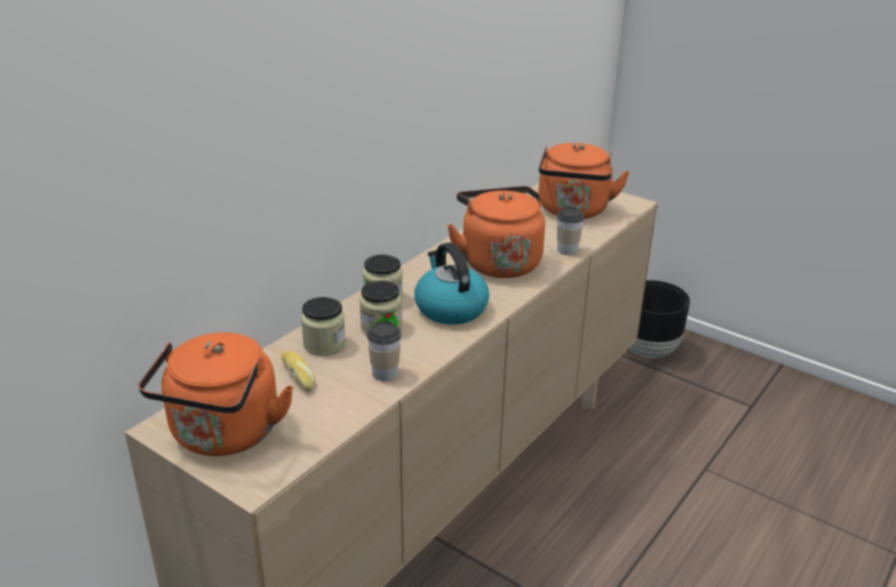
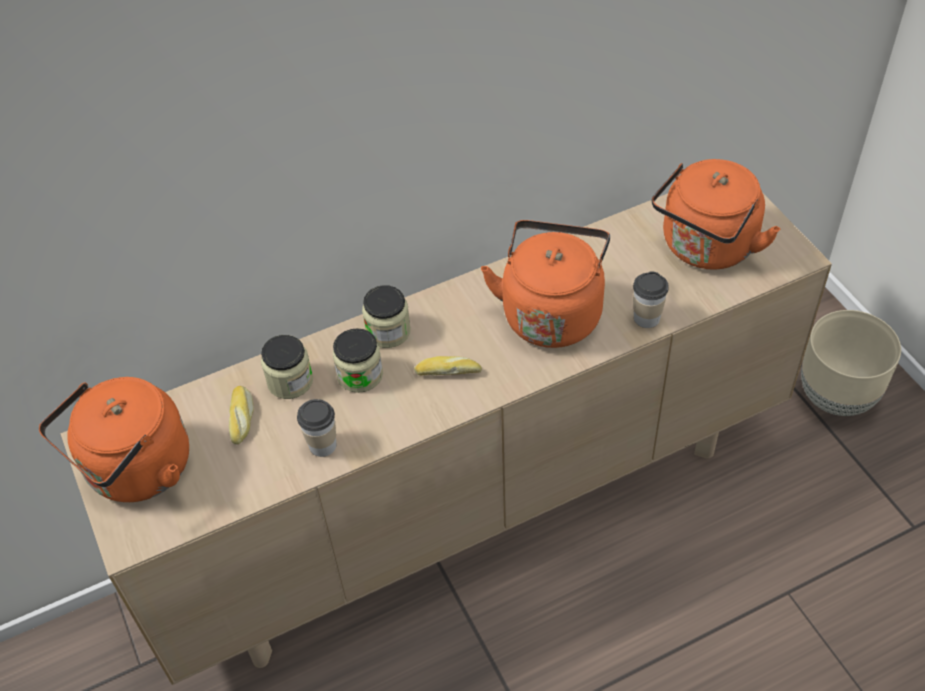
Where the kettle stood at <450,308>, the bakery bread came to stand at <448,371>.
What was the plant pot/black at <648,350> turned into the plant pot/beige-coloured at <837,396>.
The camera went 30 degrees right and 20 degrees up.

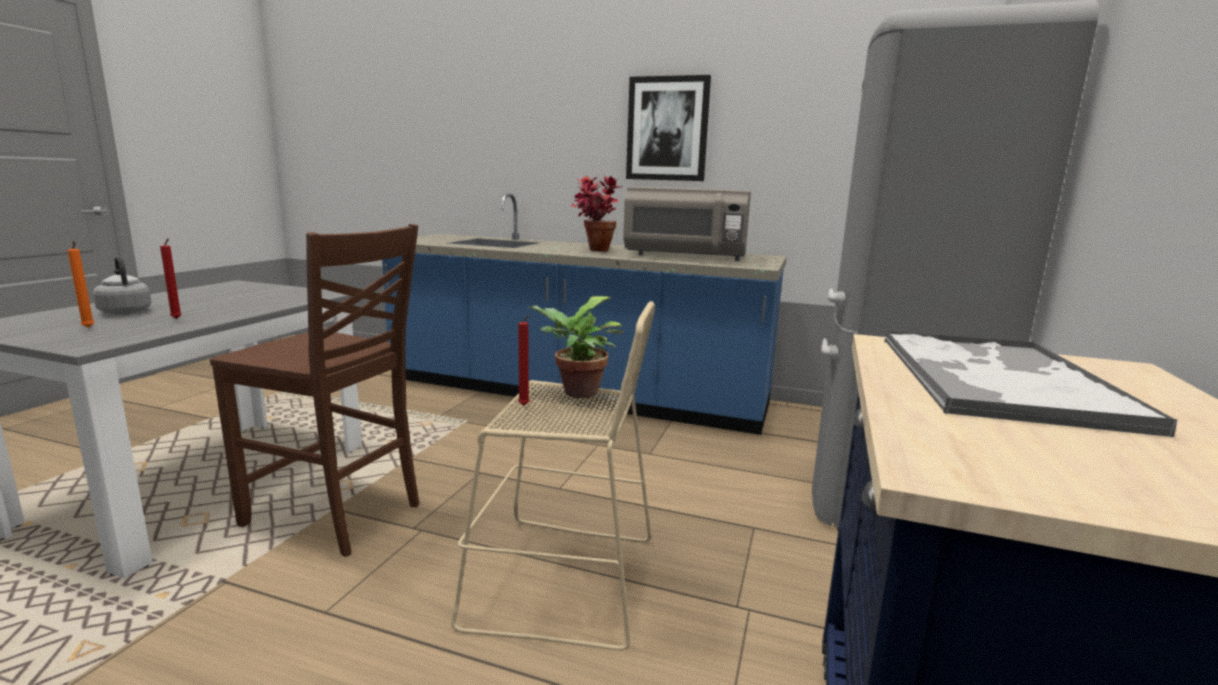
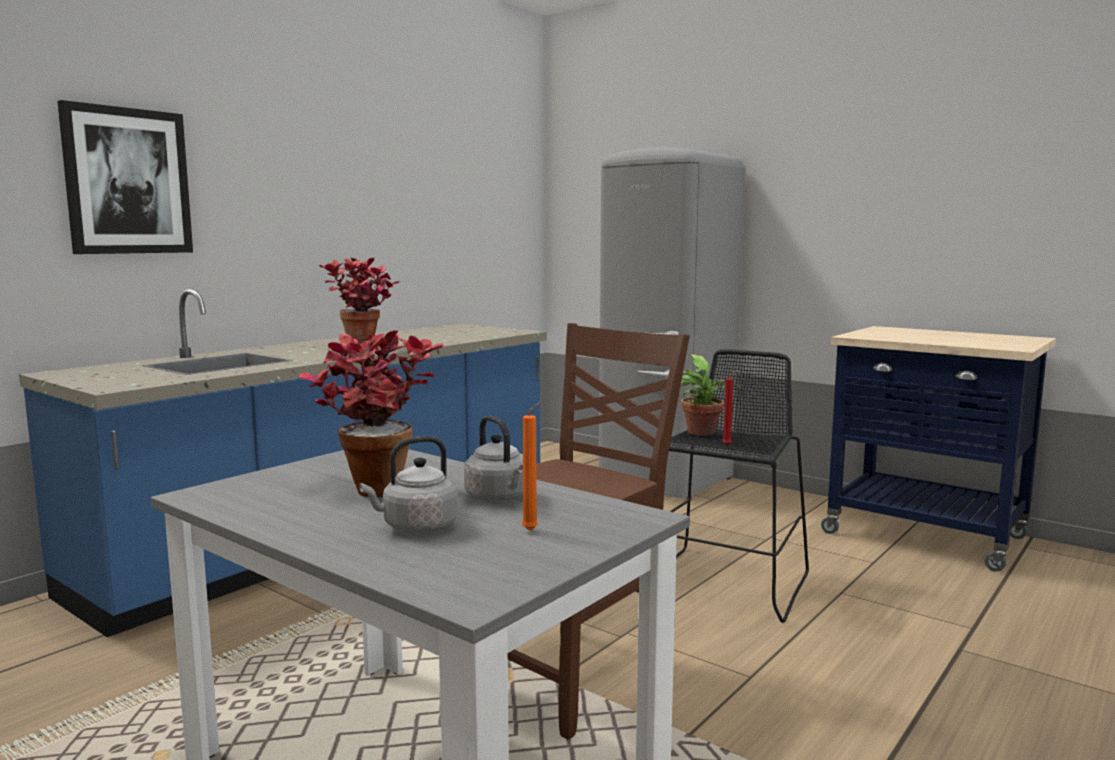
The picture ended up elsewhere, having gone from <667,129> to <127,181>.
The second view lost the microwave/grey at <686,256>.
Where the wax candle/red-coloured stood at <177,319>, the kettle/grey came to stand at <499,498>.
What was the sitting stool/beige-coloured at <559,579> turned into the sitting stool/black at <725,584>.
The second view lost the serving tray at <995,378>.
The second view gained the potted plant at <374,486>.
The camera went 70 degrees left and 5 degrees down.

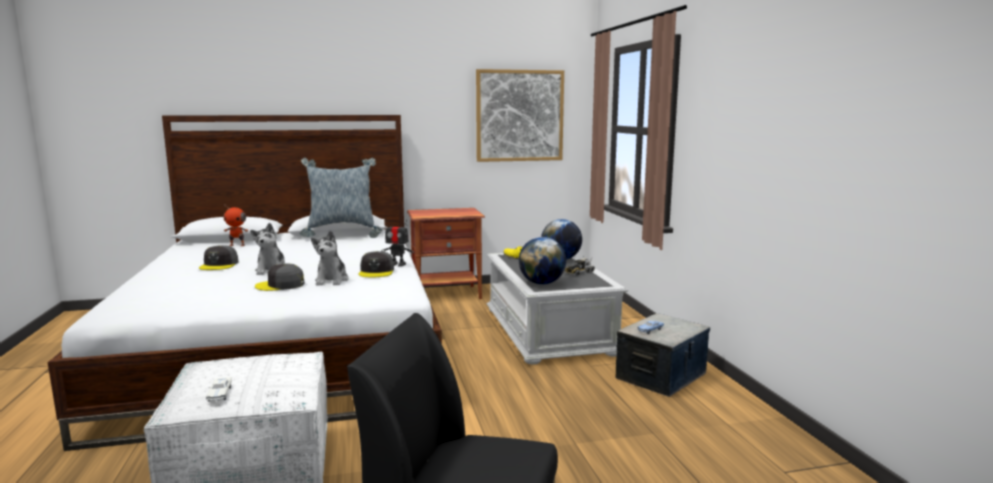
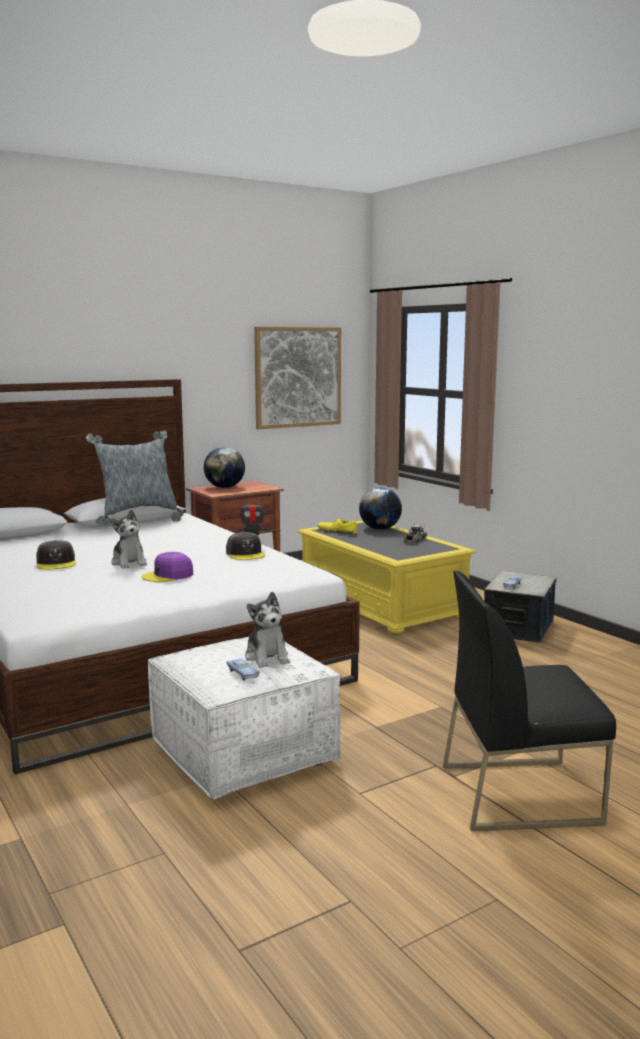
The second view lost the robot figure at <237,245>.
The cuddly toy ended up elsewhere, having gone from <332,280> to <267,657>.
The globe ended up elsewhere, having gone from <542,283> to <224,487>.
What was the lounge table/white at <548,330> turned into the lounge table/yellowish at <380,602>.
What was the baseball cap/grey at <280,285> turned into the baseball cap/purplish at <168,575>.
What was the toy car/white at <220,394> turned into the toy car/blue-coloured at <242,673>.
The camera went 20 degrees left and 0 degrees up.

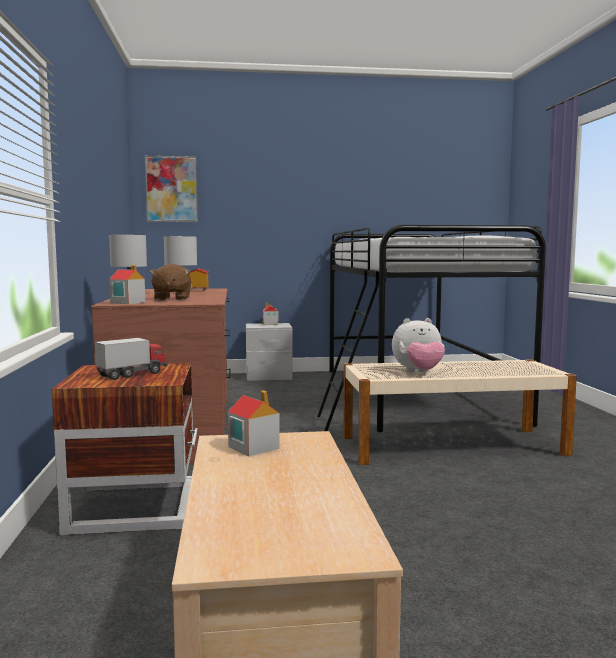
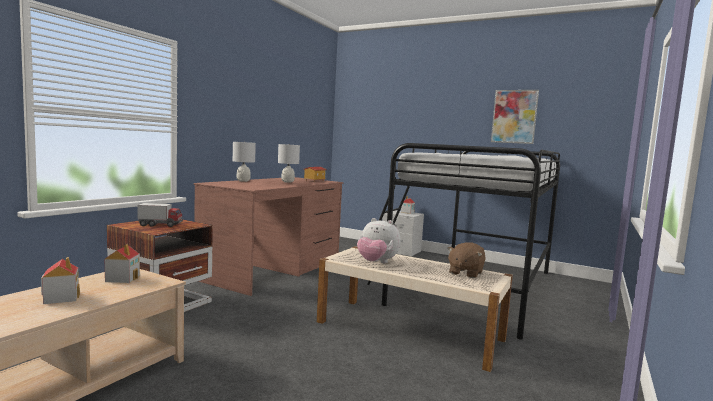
The picture ended up elsewhere, having gone from <171,189> to <514,116>.
The cuddly toy/brownish ended up elsewhere, having gone from <171,299> to <465,273>.
The miniature house ended up elsewhere, having gone from <127,302> to <61,297>.
The camera went 35 degrees right and 0 degrees up.

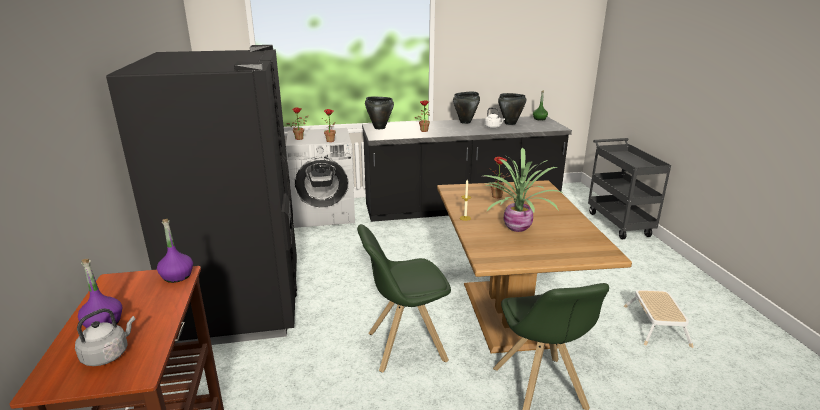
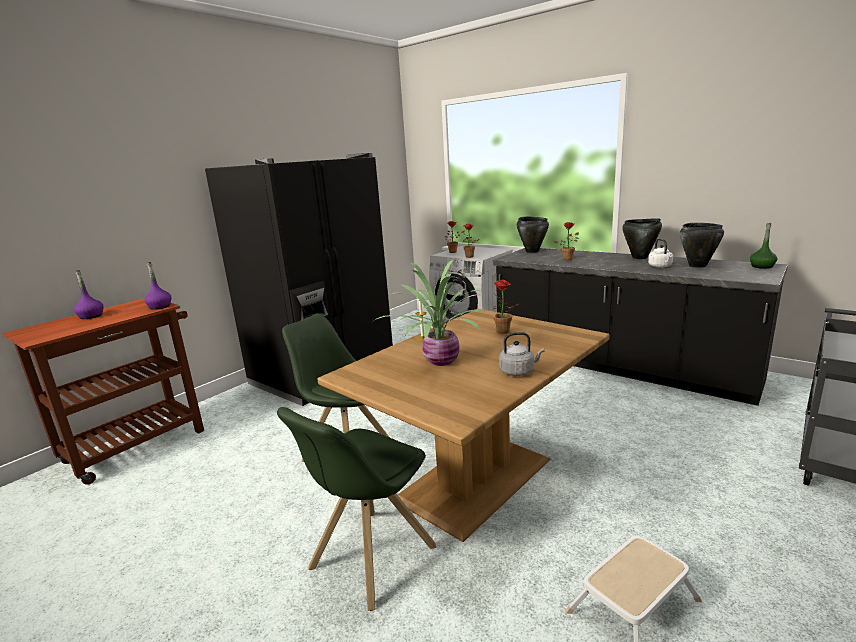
The kettle/grey ended up elsewhere, having gone from <108,354> to <518,371>.
The camera went 50 degrees right and 5 degrees down.

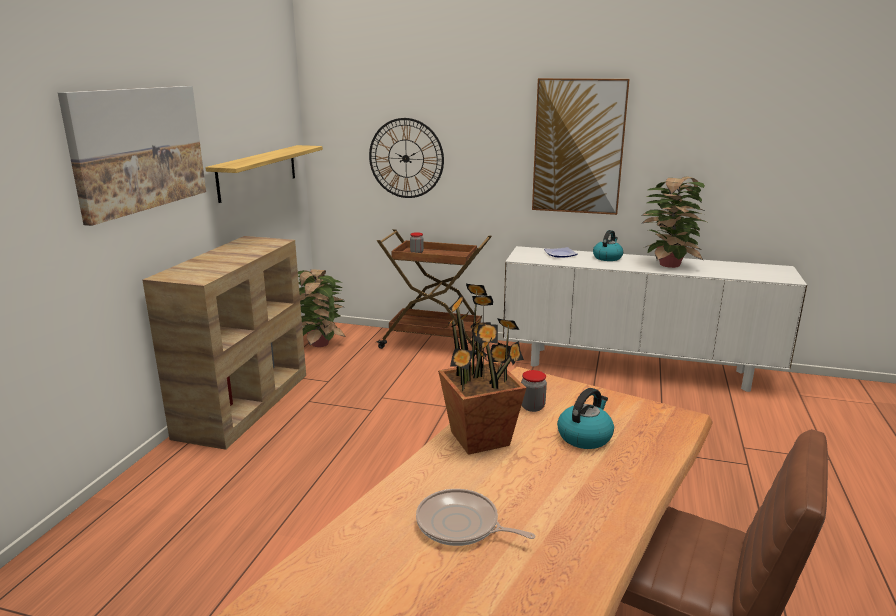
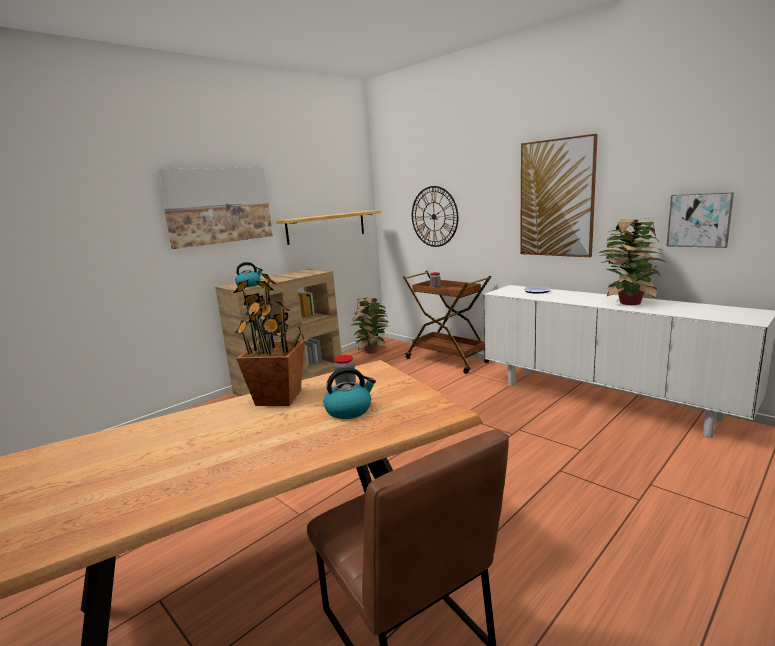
The kettle ended up elsewhere, having gone from <607,257> to <249,285>.
The second view lost the frying pan at <461,525>.
The second view gained the picture at <699,220>.
The camera went 30 degrees right and 5 degrees down.

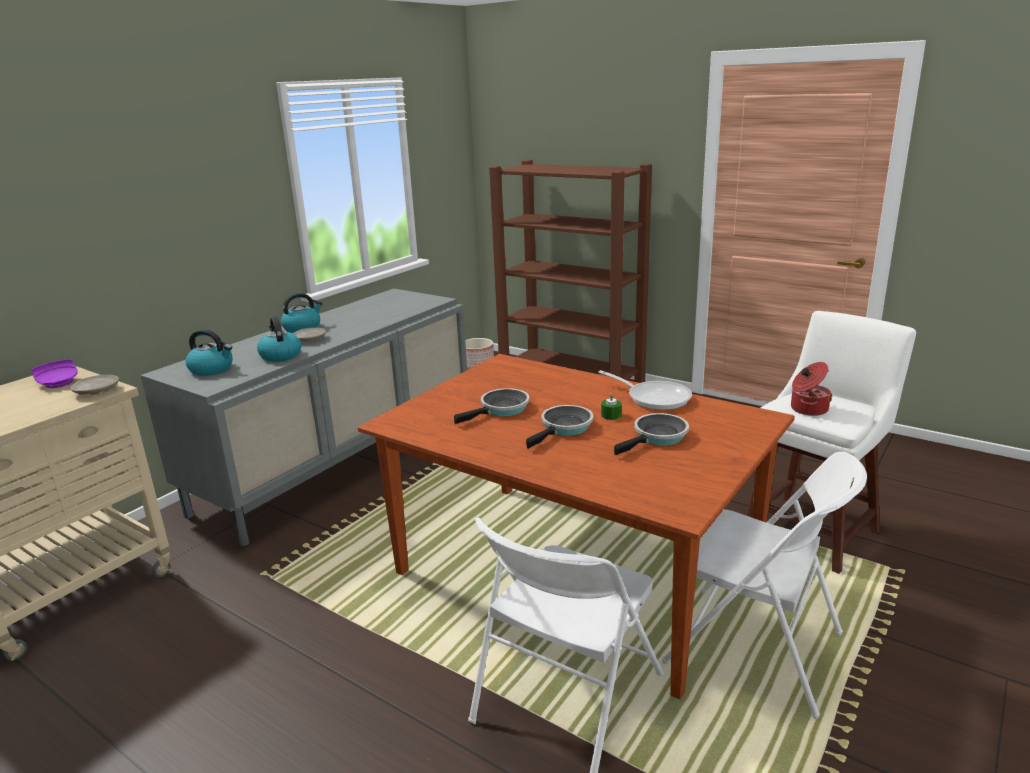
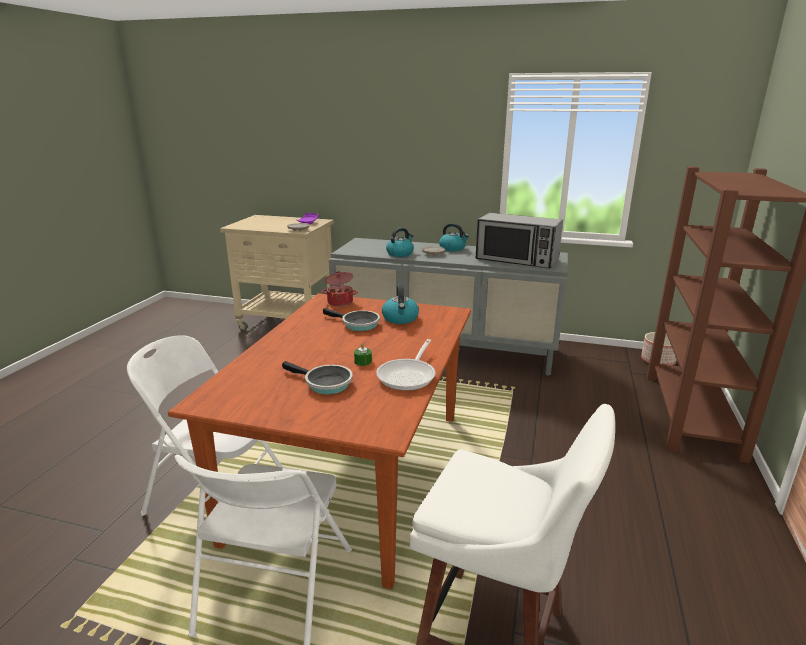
The kettle ended up elsewhere, having gone from <212,369> to <400,318>.
The saucepot ended up elsewhere, having gone from <807,409> to <340,302>.
The second view lost the frying pan at <564,428>.
The second view gained the microwave at <516,260>.
The camera went 70 degrees right and 0 degrees up.

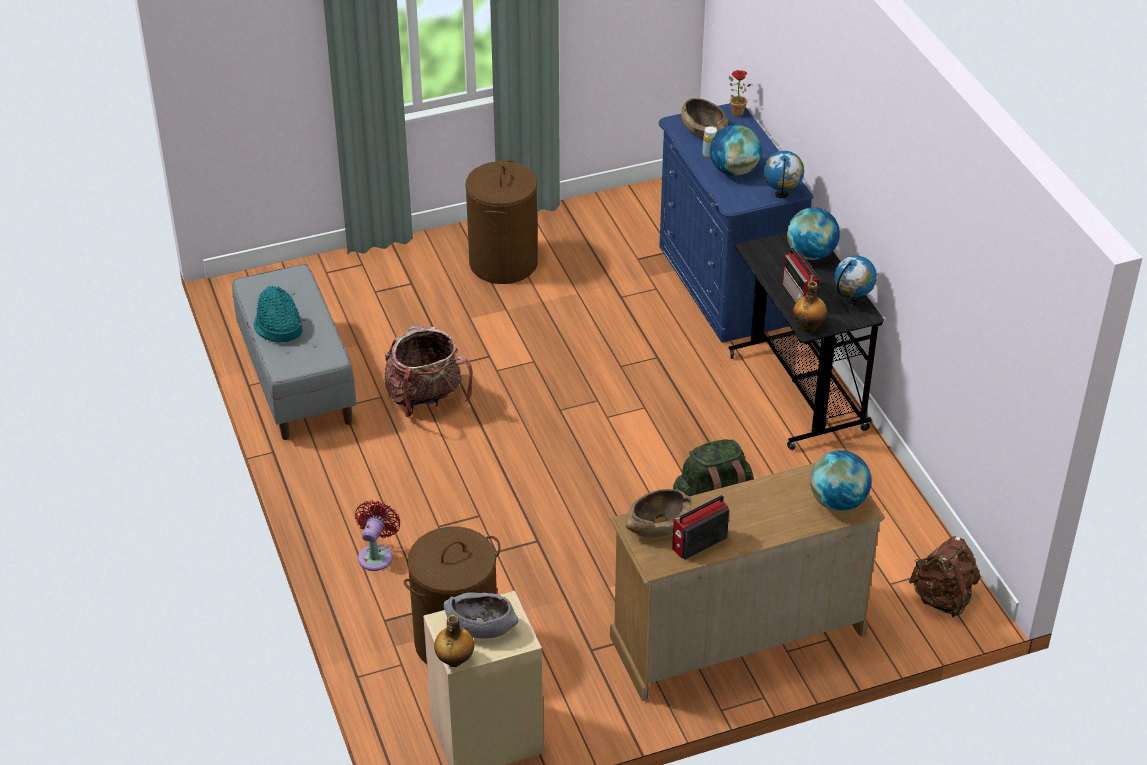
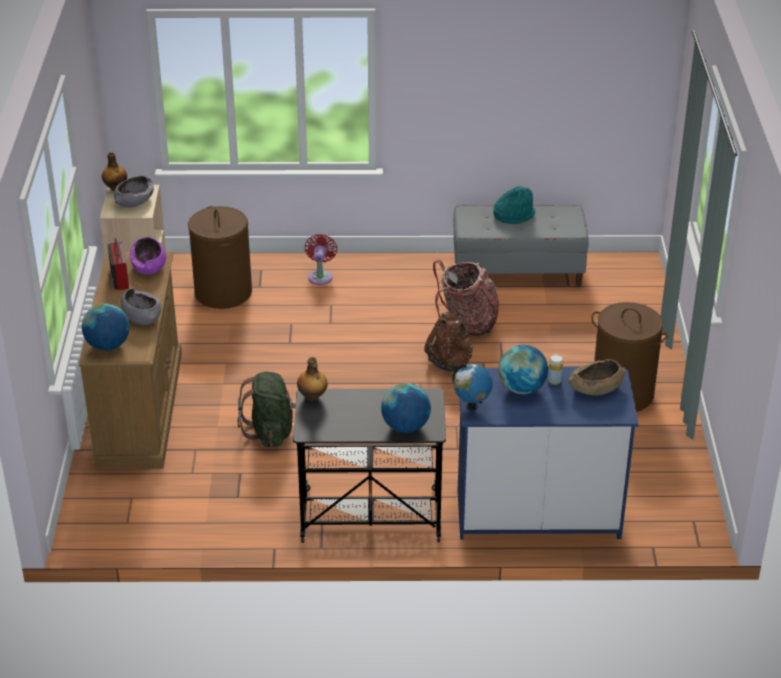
The second view lost the potted plant at <735,112>.
The second view lost the radio set at <799,296>.
The second view lost the globe at <852,300>.
What was the serving bowl/brownish at <658,525> turned into the serving bowl/purplish at <149,266>.
The cooling fan/red-coloured at <376,555> ended up facing another way, 120 degrees counterclockwise from before.
The backpack/brownish ended up elsewhere, having gone from <942,598> to <450,362>.
The second view gained the serving bowl/grey at <142,316>.
The camera went 110 degrees right and 5 degrees down.

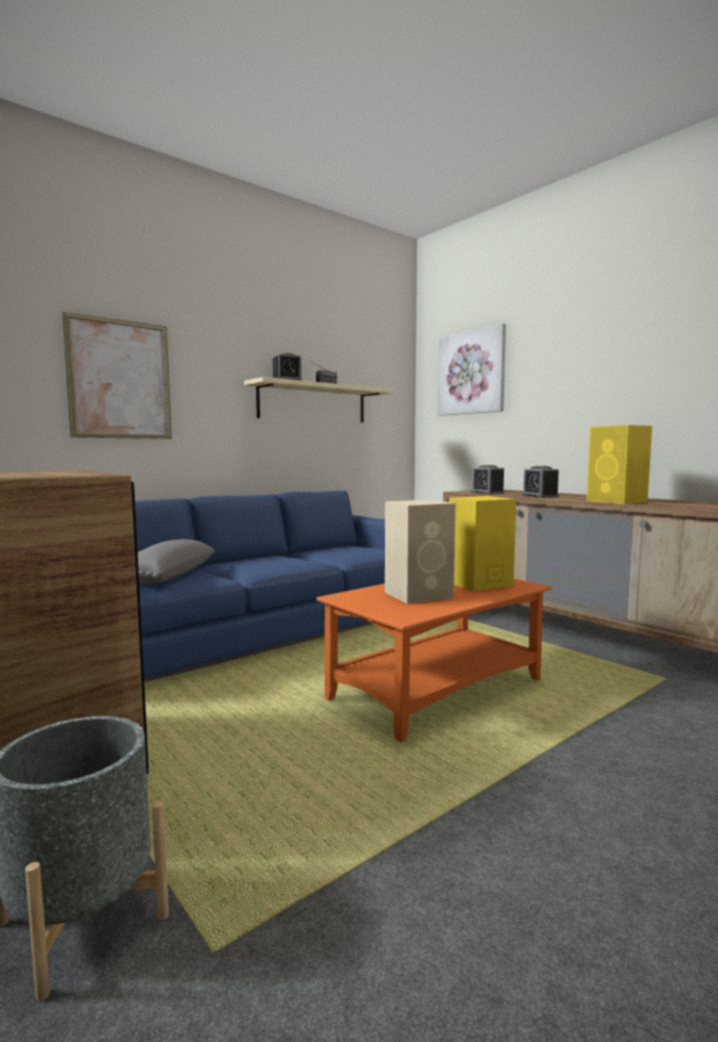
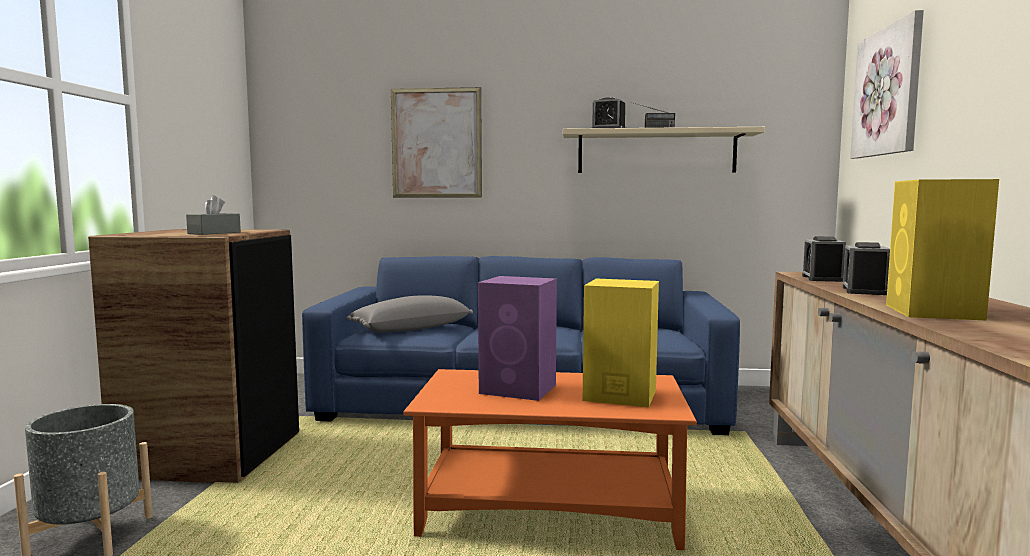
What was the speaker/beige-coloured at <420,594> turned into the speaker/purplish at <520,389>.
The second view gained the tissue holder/grey at <214,233>.
The camera went 45 degrees right and 0 degrees up.

